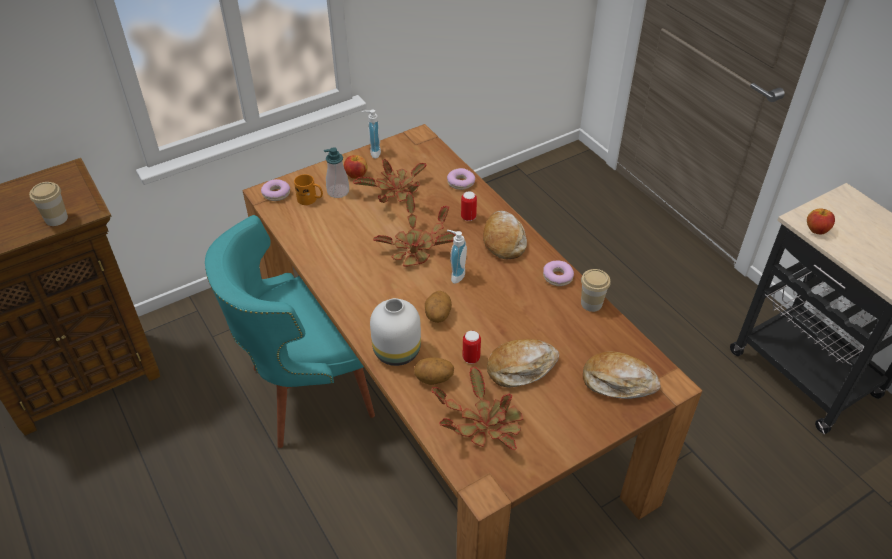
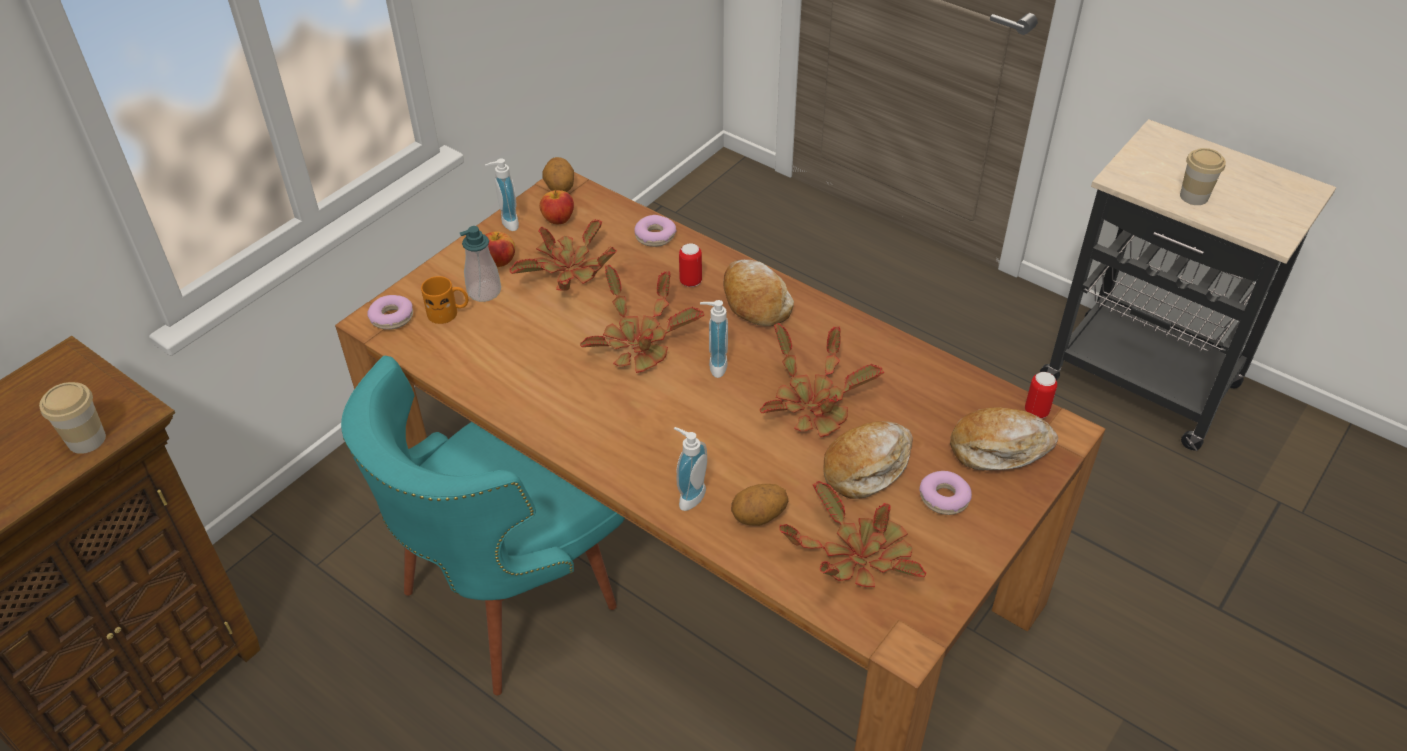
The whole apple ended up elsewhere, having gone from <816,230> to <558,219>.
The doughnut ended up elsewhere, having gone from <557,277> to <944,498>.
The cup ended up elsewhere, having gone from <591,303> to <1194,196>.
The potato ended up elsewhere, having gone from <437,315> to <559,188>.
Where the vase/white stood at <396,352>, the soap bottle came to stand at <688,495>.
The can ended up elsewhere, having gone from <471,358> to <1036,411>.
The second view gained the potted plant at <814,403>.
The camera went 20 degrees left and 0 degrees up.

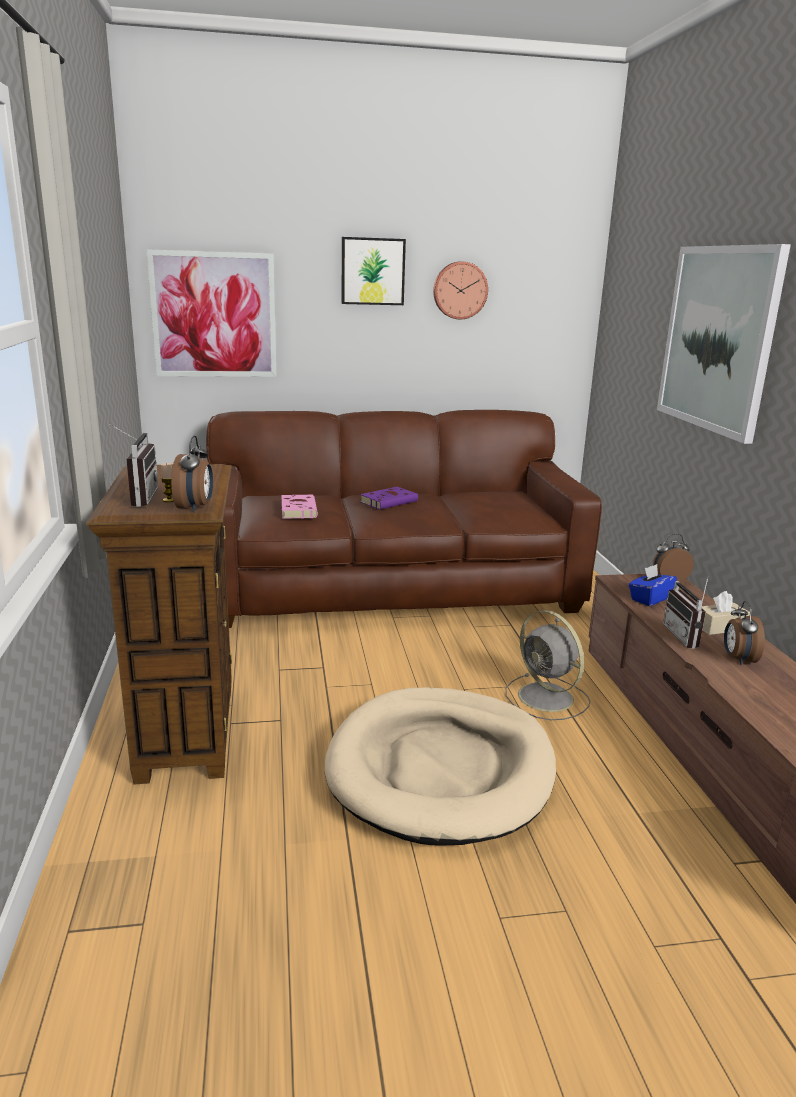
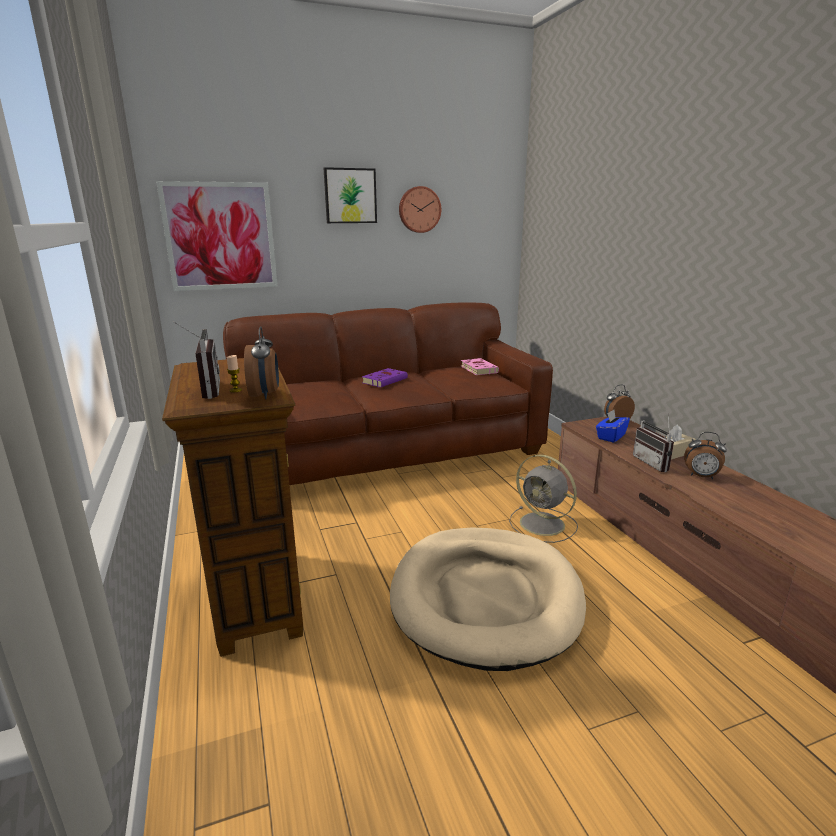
The second view lost the picture at <718,338>.
The book/pinkish ended up elsewhere, having gone from <298,510> to <478,369>.
The bedside clock at <738,659> ended up facing another way, 60 degrees counterclockwise from before.
The camera went 10 degrees left and 0 degrees up.

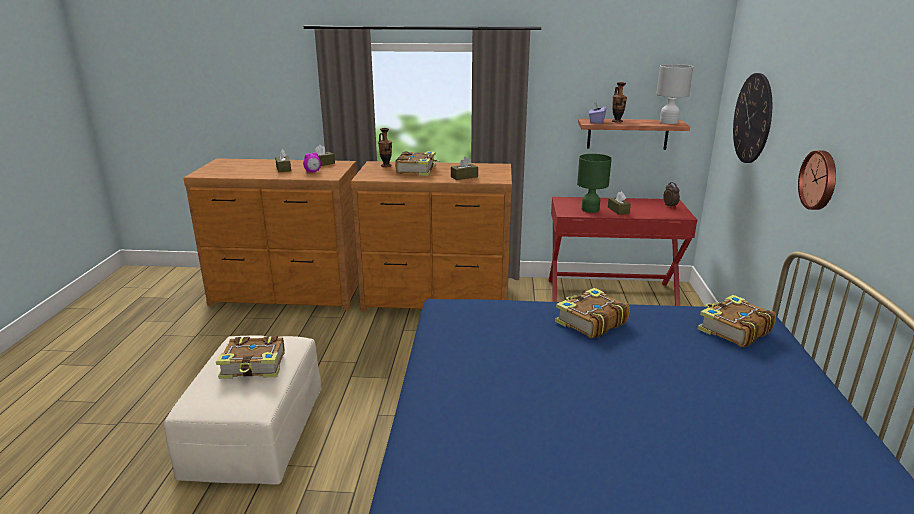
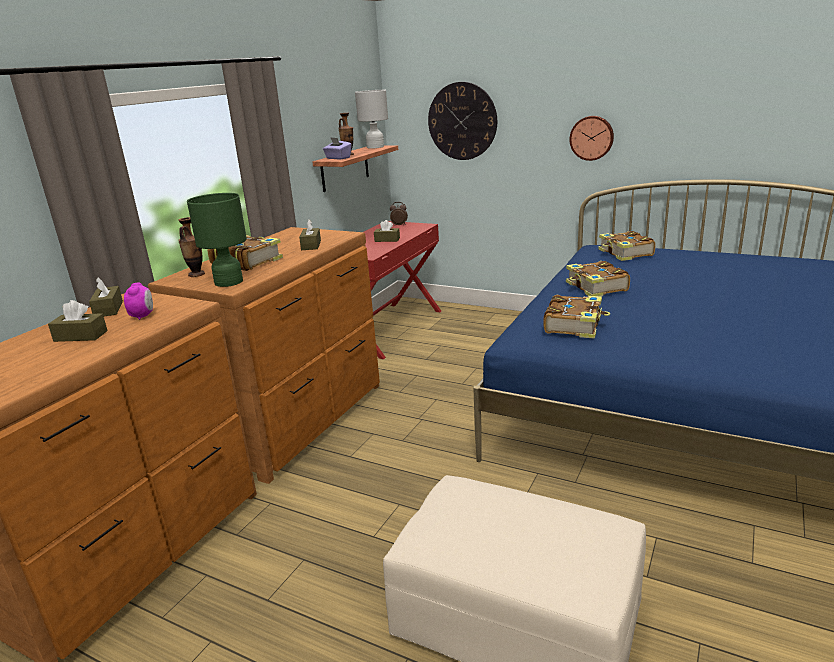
The lamp for a table/green ended up elsewhere, having gone from <590,210> to <229,282>.
The book ended up elsewhere, having gone from <254,366> to <574,325>.
The camera went 65 degrees left and 0 degrees up.

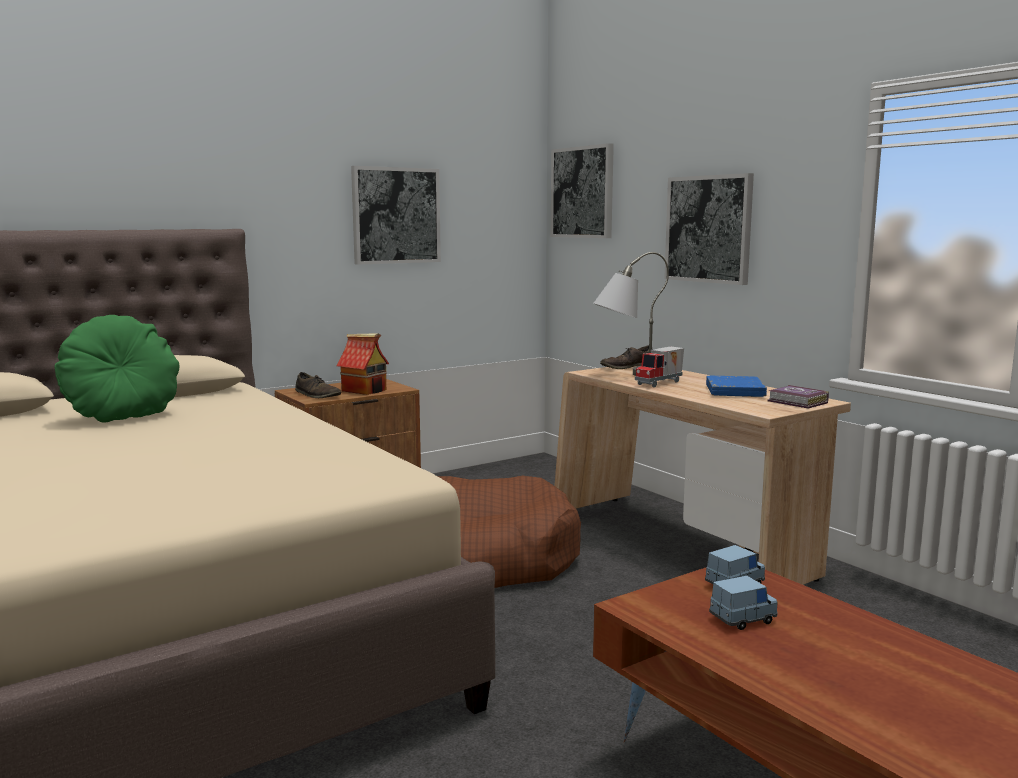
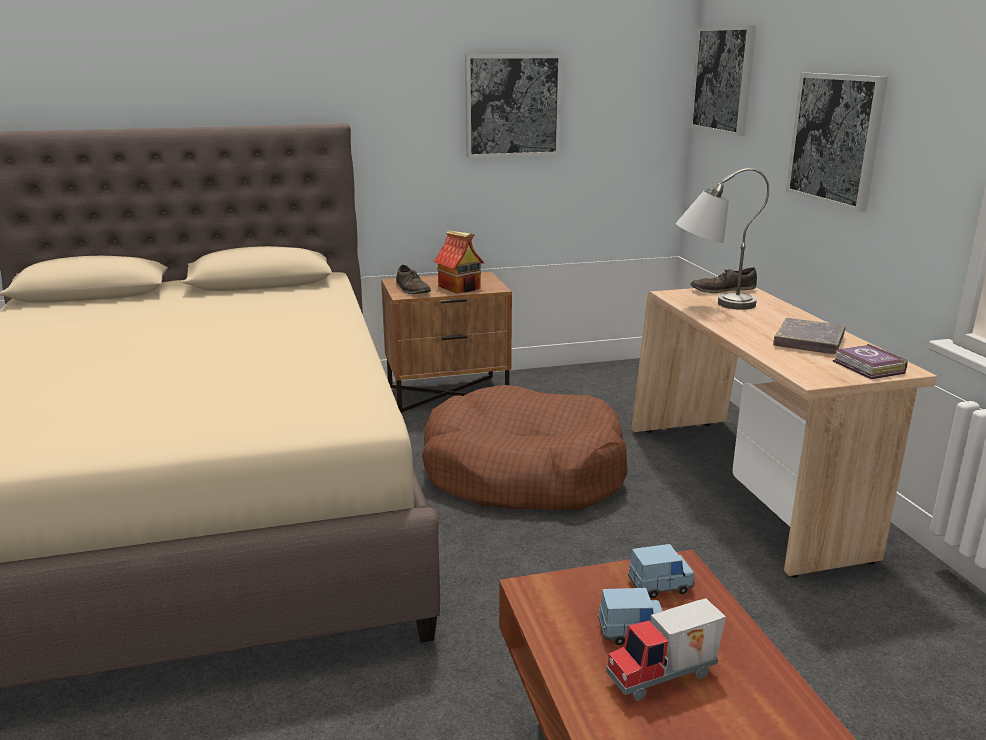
The second view lost the pillow/green at <123,418>.
The toy lorry ended up elsewhere, having gone from <660,383> to <665,678>.
What was the book/blue-coloured at <735,391> turned into the book/grey at <809,341>.
The camera went 20 degrees right and 10 degrees up.

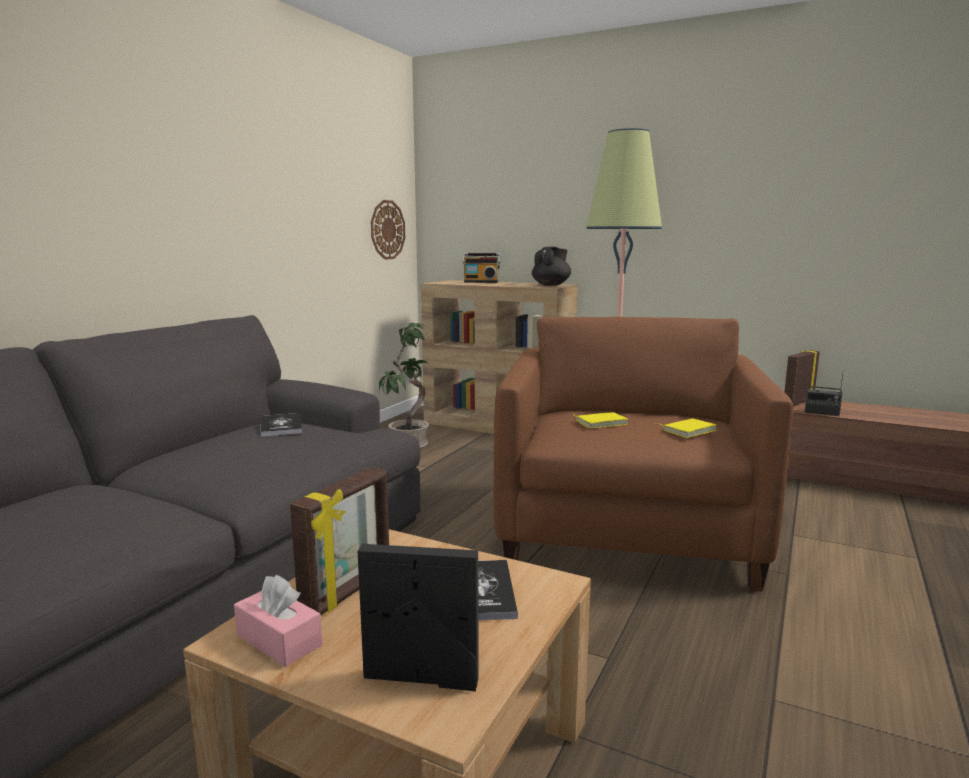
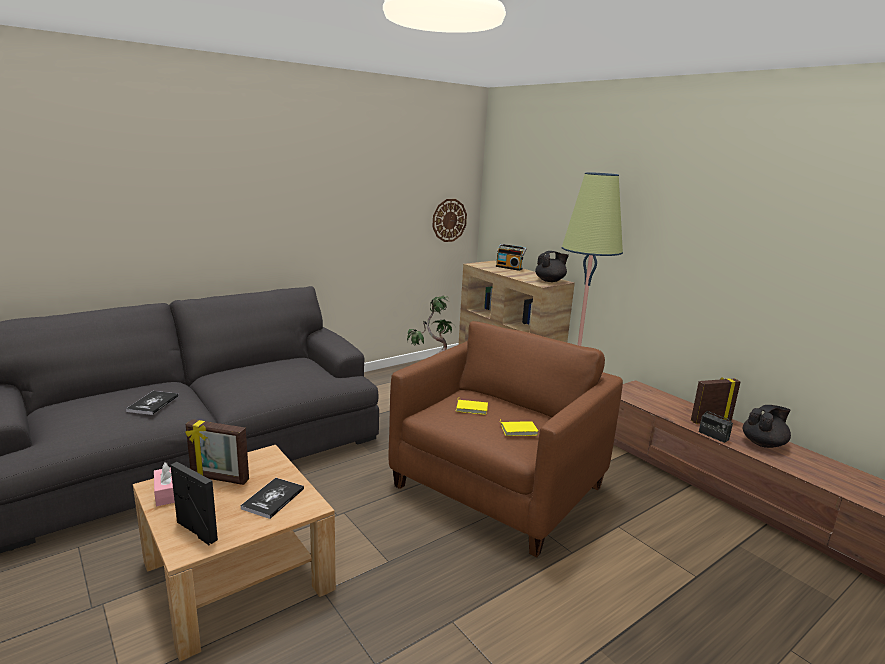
The book ended up elsewhere, having gone from <281,426> to <153,403>.
The photo frame at <348,592> ended up facing another way, 45 degrees clockwise from before.
The second view gained the pot for tea/black at <763,443>.
The camera went 25 degrees right and 5 degrees up.

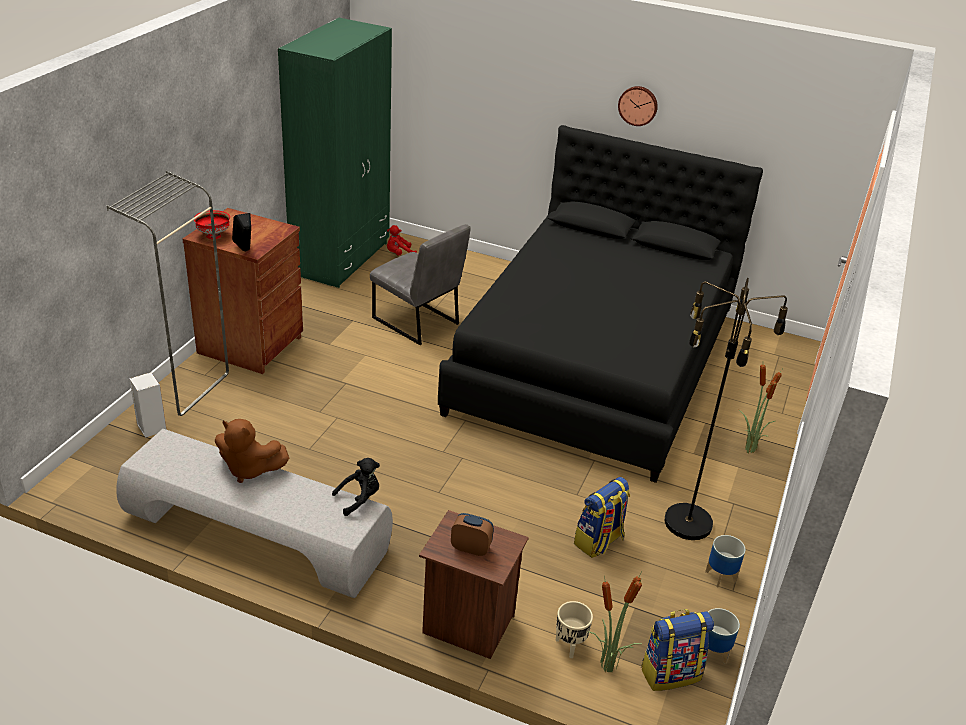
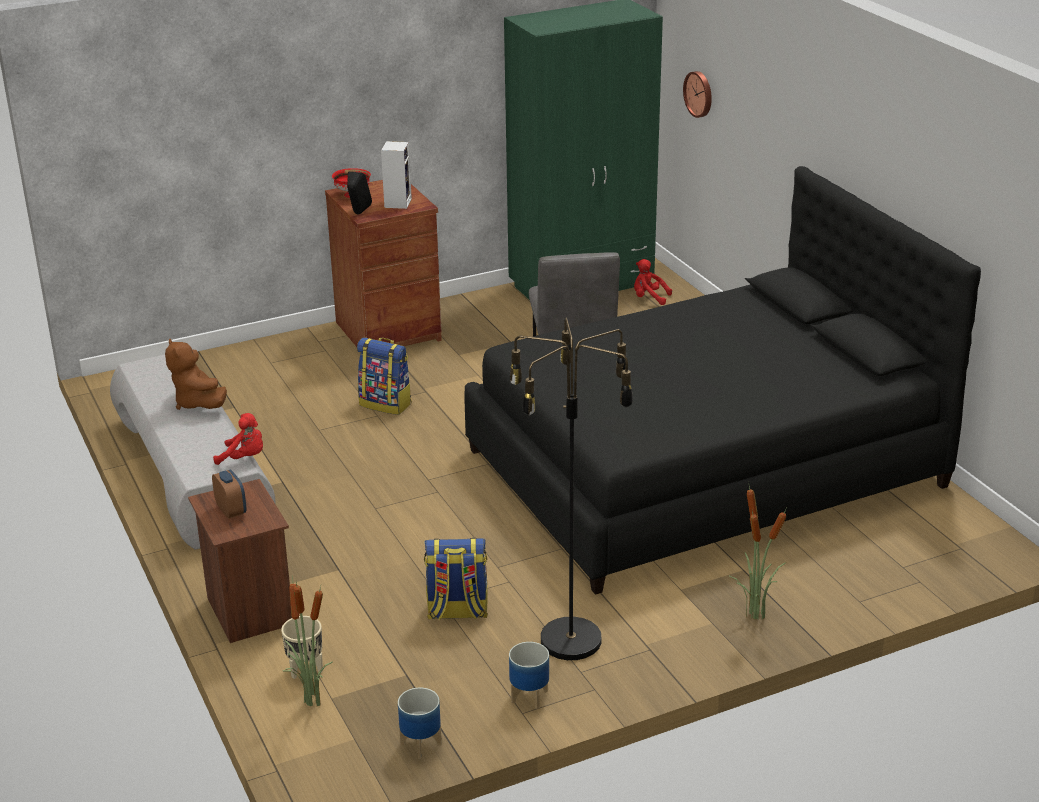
The clock on the wall ended up elsewhere, having gone from <638,105> to <699,94>.
The second view lost the garment rack/grey at <186,388>.
The speaker ended up elsewhere, having gone from <150,427> to <397,202>.
What was the cuddly toy/black at <359,499> turned into the cuddly toy/red-coloured at <244,458>.
The backpack ended up elsewhere, having gone from <670,672> to <386,404>.
The camera went 45 degrees right and 5 degrees down.

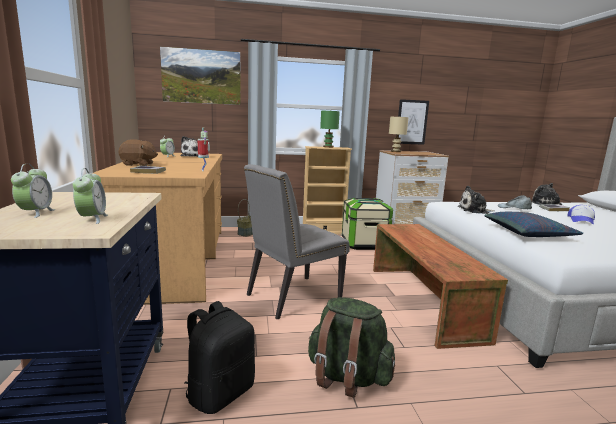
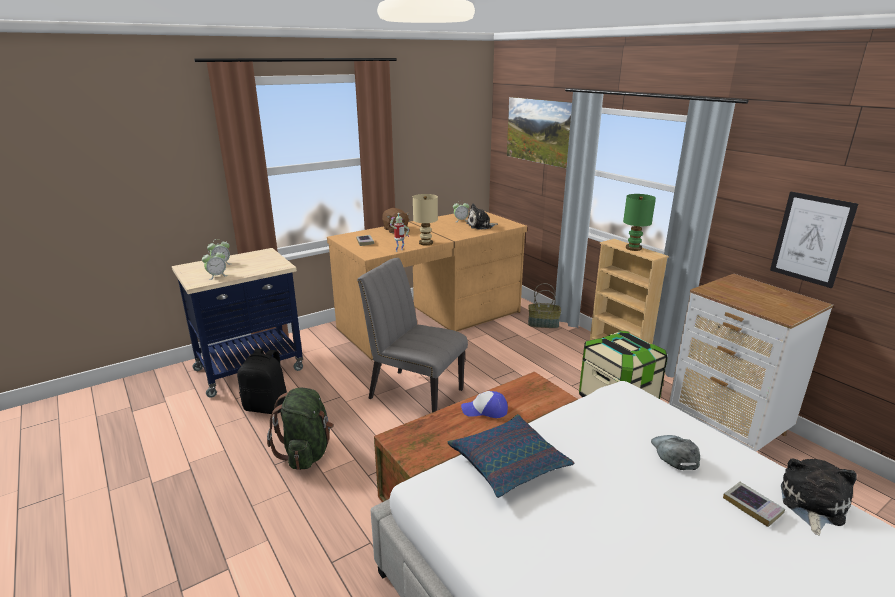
The lamp for a table/beige-coloured ended up elsewhere, having gone from <395,151> to <425,243>.
The second view lost the cuddly toy at <474,210>.
The baseball cap ended up elsewhere, having gone from <581,220> to <485,410>.
The camera went 65 degrees right and 10 degrees up.

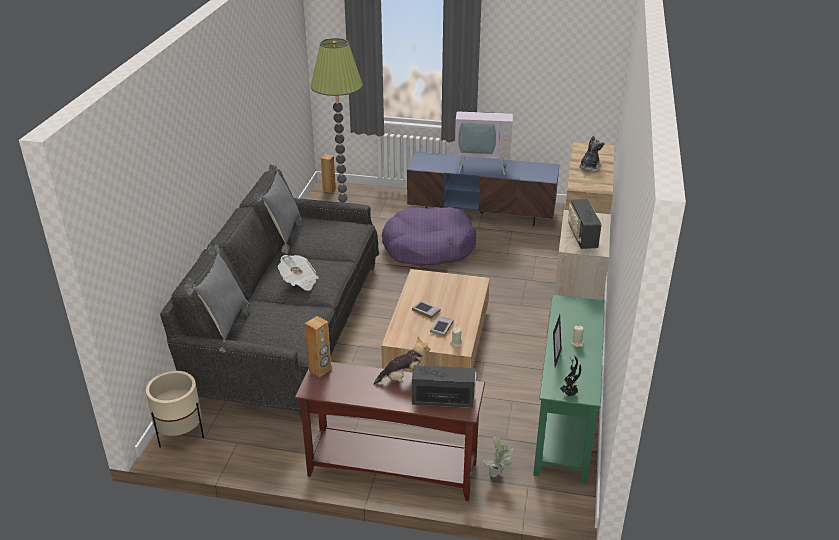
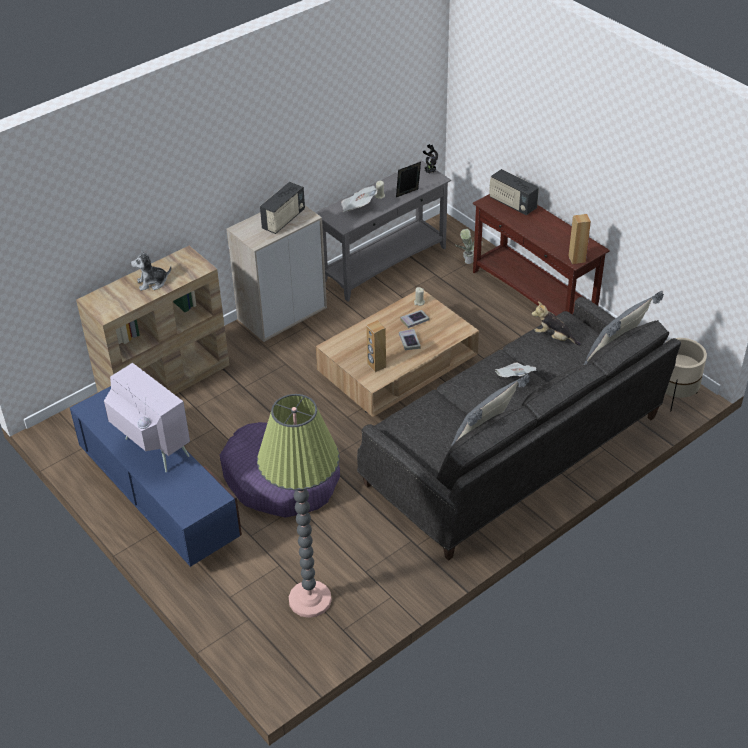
The speaker/brownish ended up elsewhere, having gone from <329,189> to <376,365>.
What was the console table/green at <565,424> turned into the console table/grey at <384,264>.
The cuddly toy ended up elsewhere, having gone from <404,379> to <554,337>.
The second view gained the printed paper at <358,207>.
The camera went 140 degrees left and 10 degrees up.

